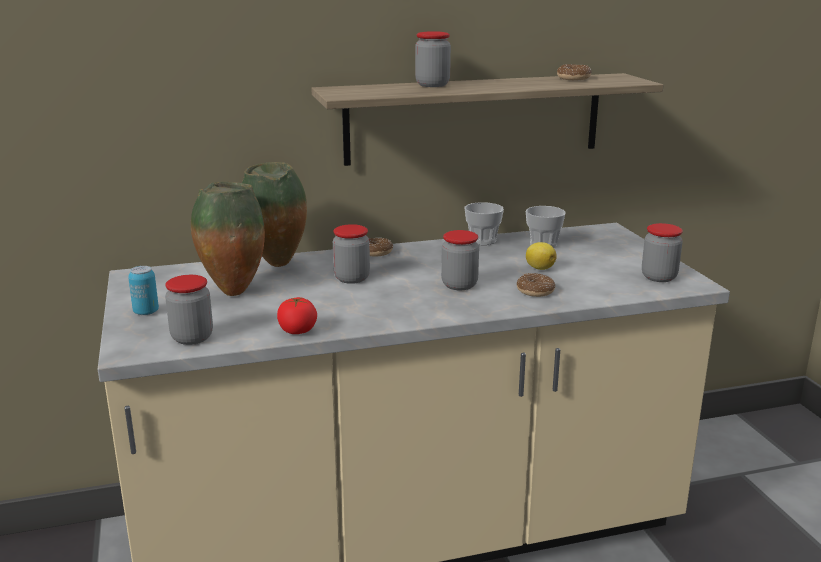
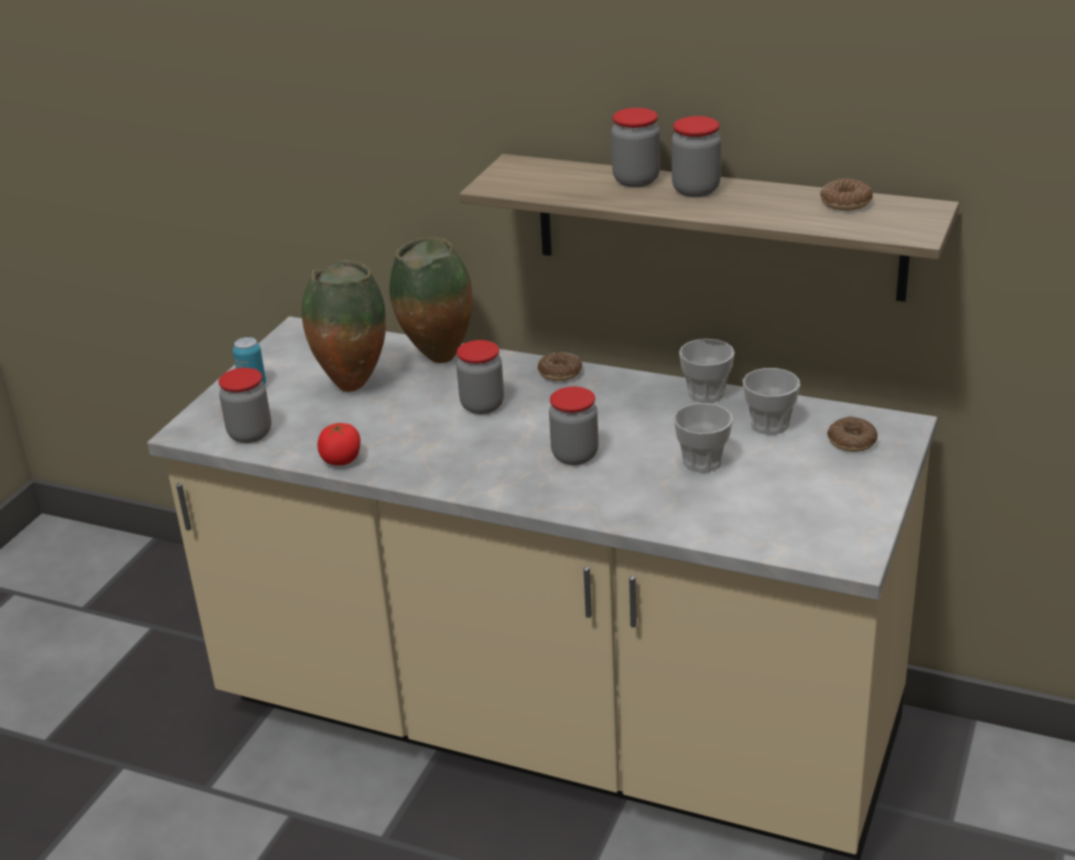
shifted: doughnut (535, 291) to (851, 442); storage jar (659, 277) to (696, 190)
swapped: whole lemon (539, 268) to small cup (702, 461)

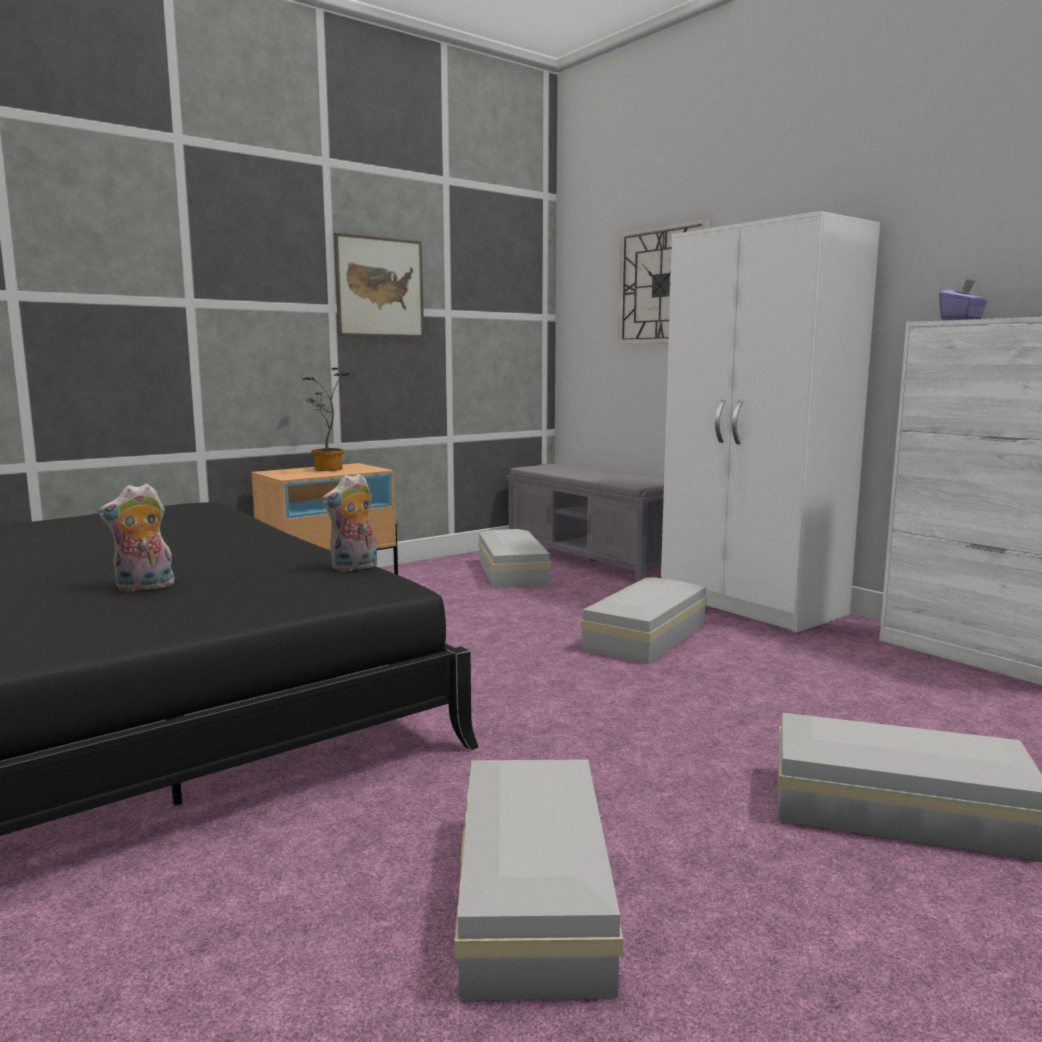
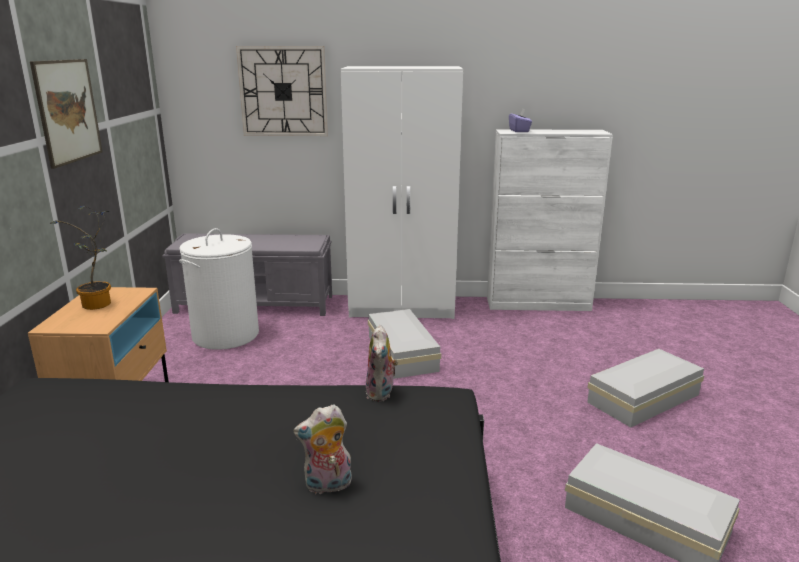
swapped: storage bin/white-coloured (513, 572) to washing basket/white-coloured (225, 335)
rotated: plush toy (143, 587) = (327, 486) 60 degrees clockwise

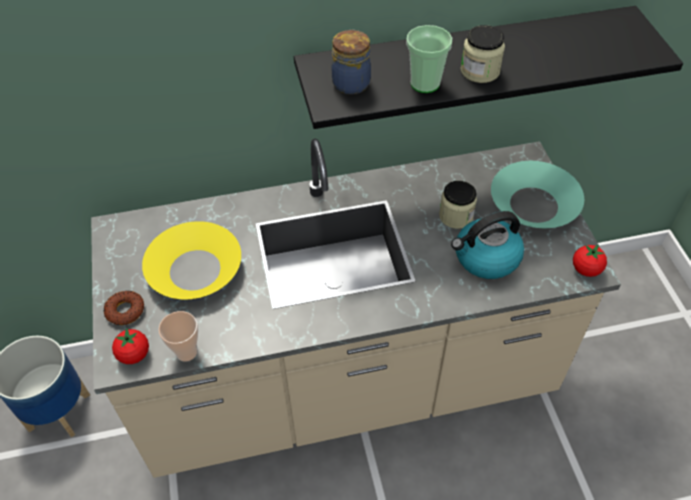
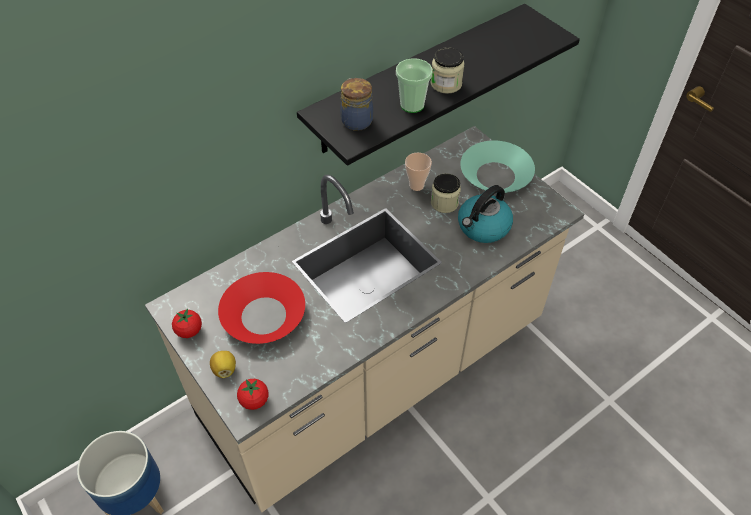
shifted: small cup (186, 352) to (416, 185); fresh tomato (586, 269) to (189, 331)
swapped: doughnut (125, 311) to whole lemon (224, 369)
repainted: serving bowl/yellow (194, 269) to serving bowl/reddish (263, 315)

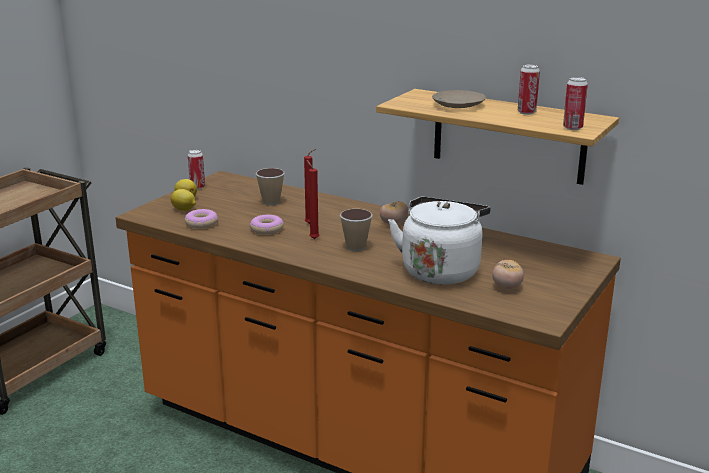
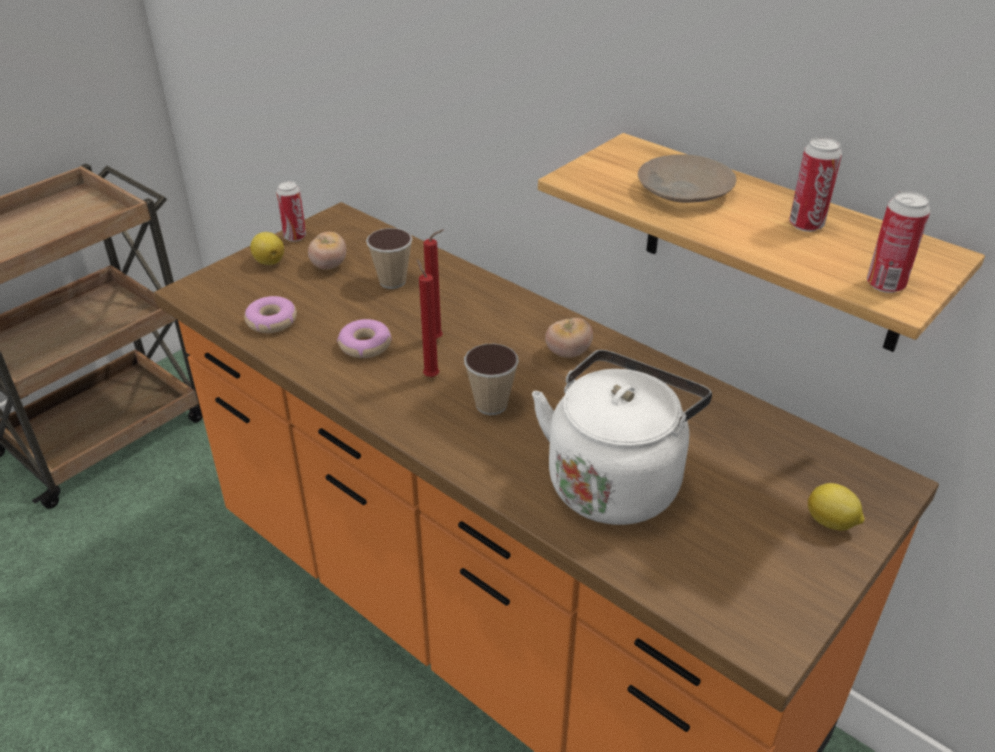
shifted: whole lemon (184, 210) to (831, 523); fresh tomato (507, 287) to (329, 265)

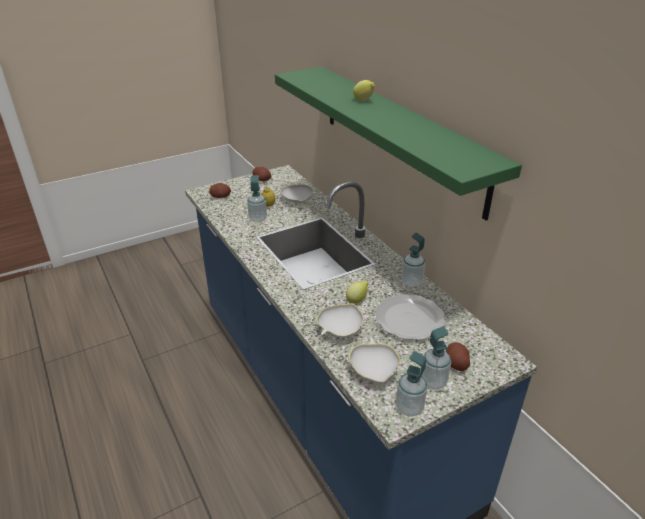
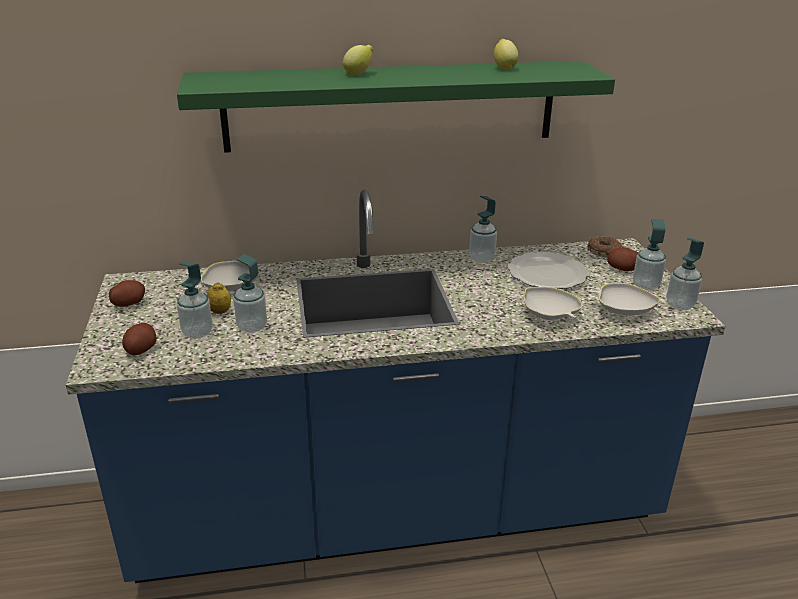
new: liquid soap bottle (197, 333); doughnut (604, 252)
shifted: whole lemon (357, 300) to (504, 68)

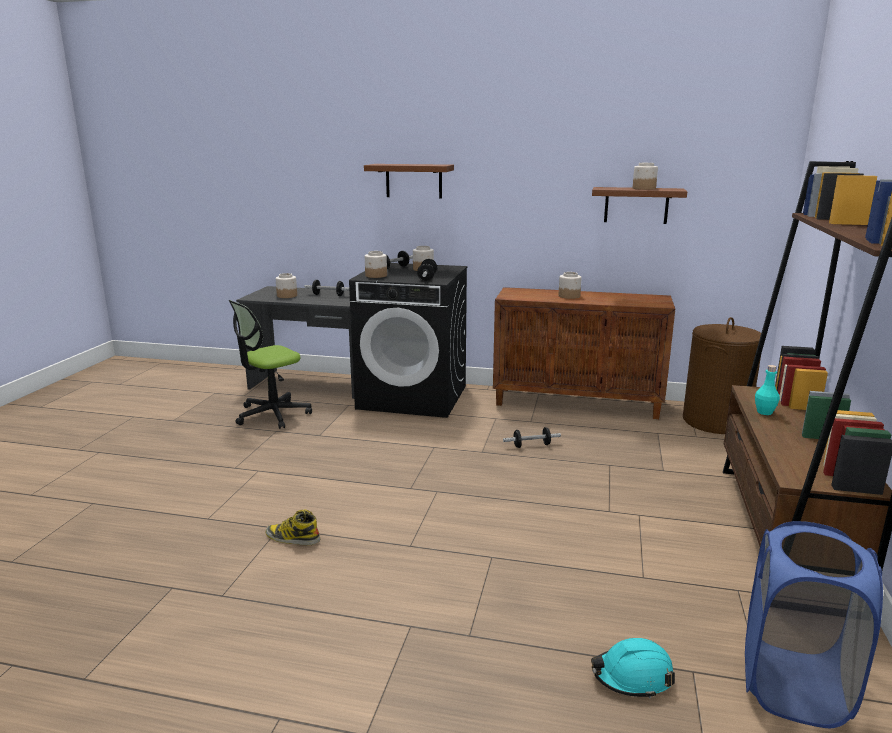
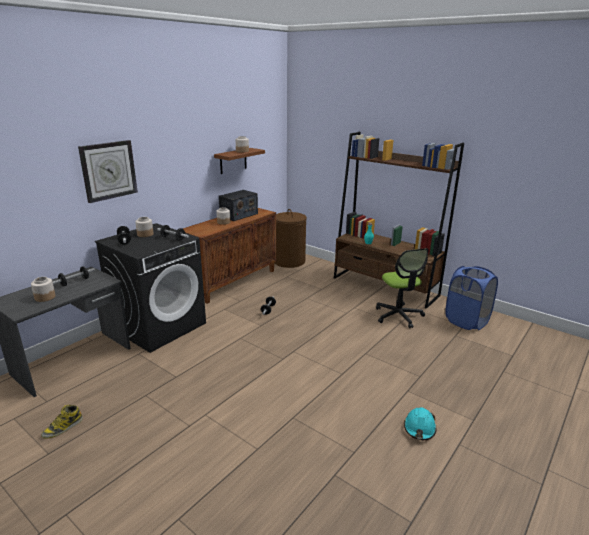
gone: storage jar (376, 275)
new: radio receiver (238, 215)
shifted: office chair (272, 414) to (398, 316); tall boot (292, 538) to (63, 428); safety helmet/blue-green (632, 677) to (419, 428)
swapped: wall shelf/brown-coloured (414, 181) to wall clock (108, 170)

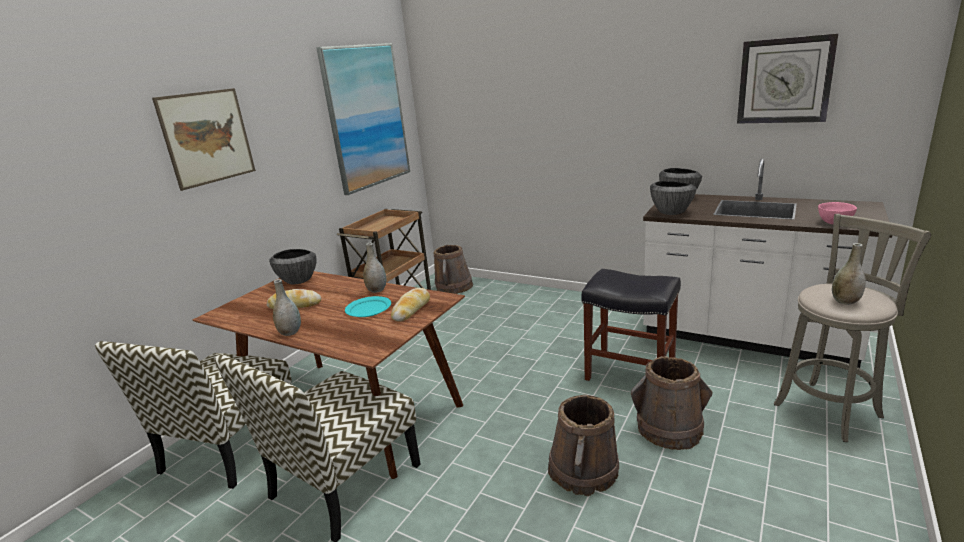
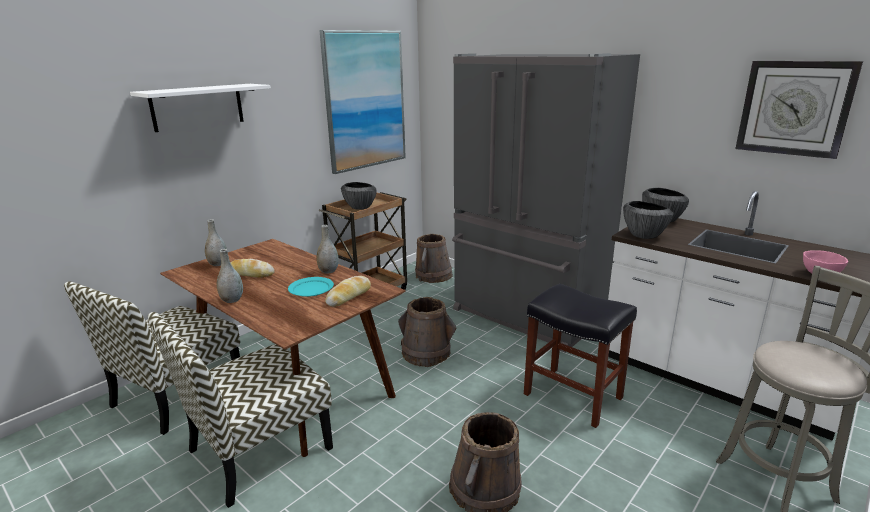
new: fridge/greyish (526, 315)
shifted: serving bowl (298, 281) to (360, 207); pail/brown-coloured (669, 429) to (426, 353); flower vase/greyish (845, 301) to (218, 264)
swapped: wall picture (207, 137) to wall shelf/white-coloured (198, 107)

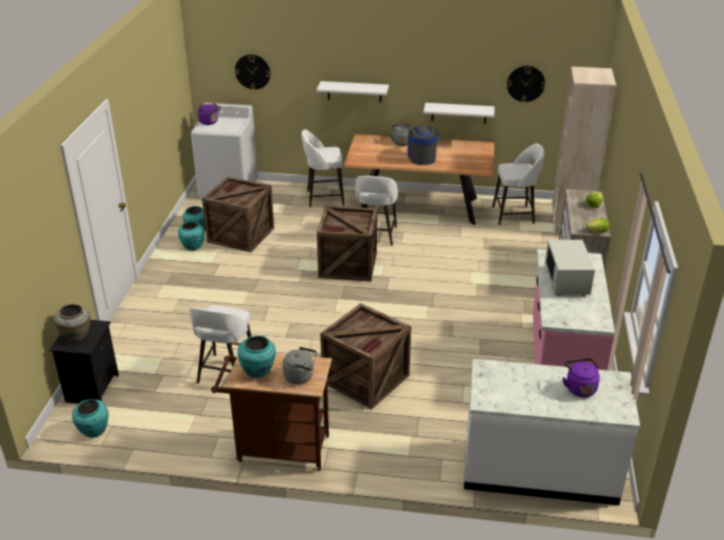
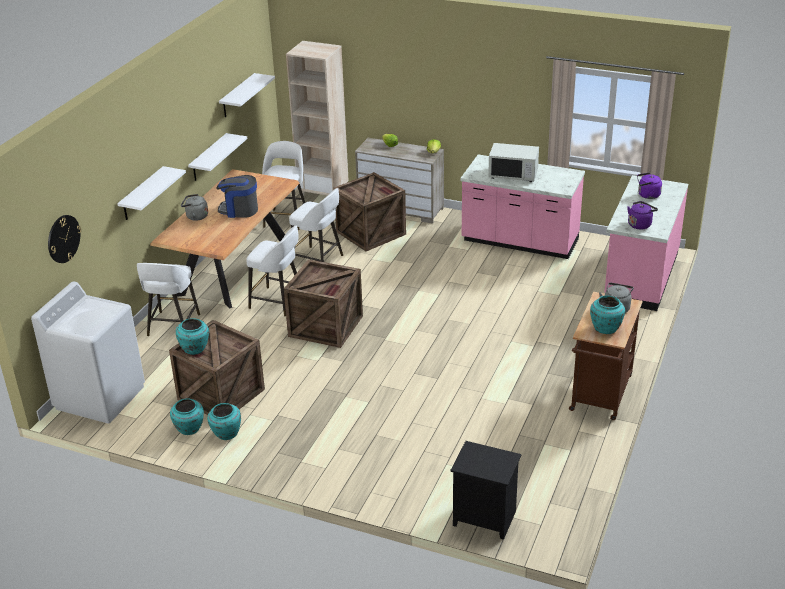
gone: flower vase/sand-coloured (76, 336)
shifted: flower vase/blue-green (93, 431) to (195, 349); stool seat/white-coloured (226, 373) to (318, 260); kettle/purple (210, 122) to (640, 224); shipping crate (366, 380) to (372, 233)
swapped: wall clock (525, 83) to wall shelf/white-coloured (237, 96)
repainted: counter/white-coloured (539, 469) to counter/pinkish (640, 275)

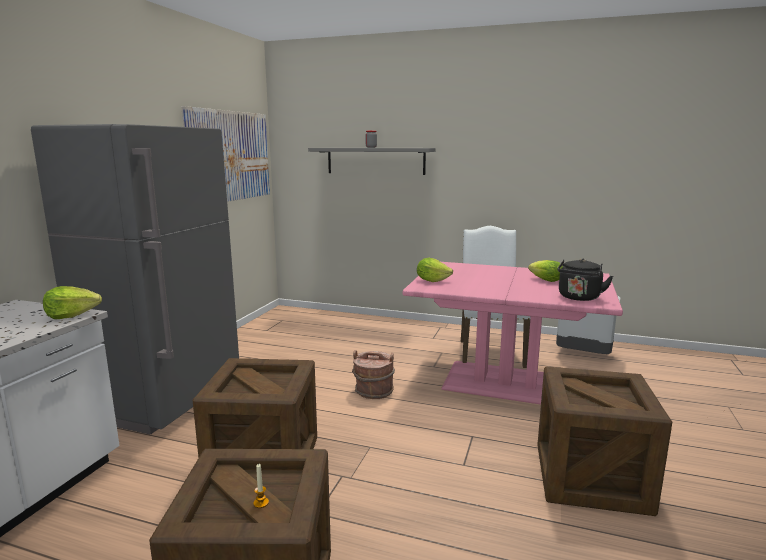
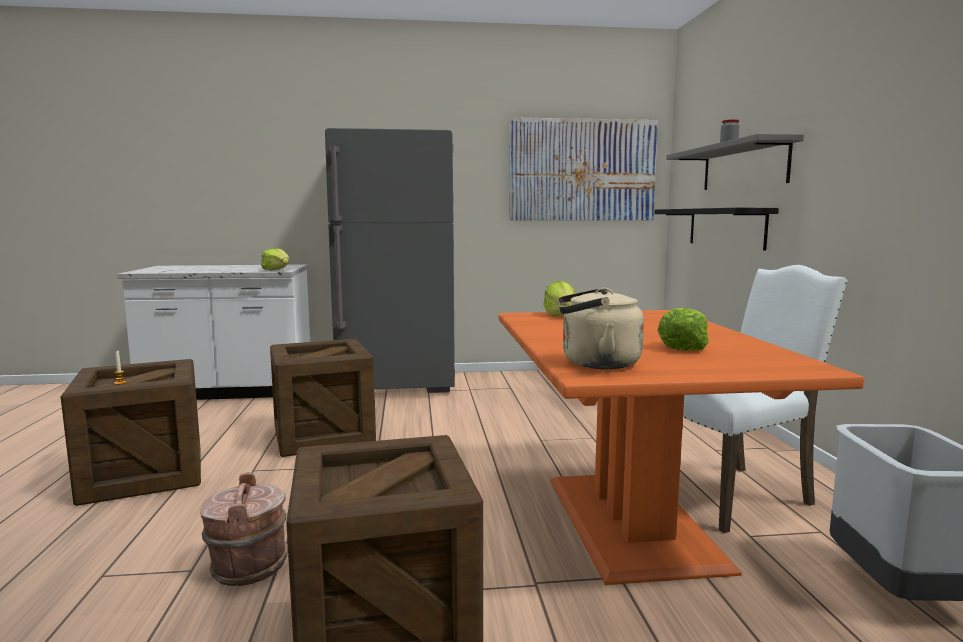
new: wall shelf/blackish (725, 227)
shifted: pail/brown-coloured (373, 391) to (247, 566)
repainted: kitchen table/pinkish (505, 384) to kitchen table/orangey (629, 521); kettle/blackish (579, 298) to kettle/sand-coloured (595, 363)

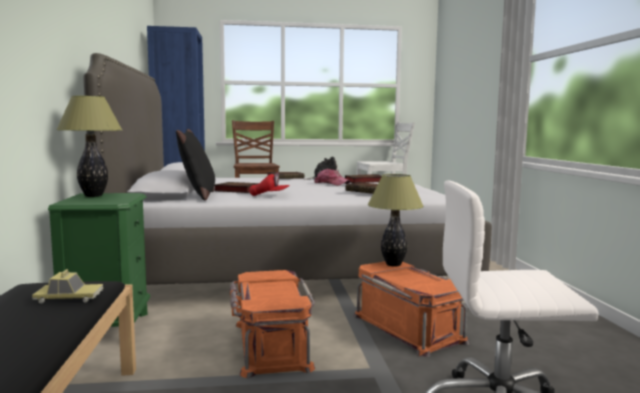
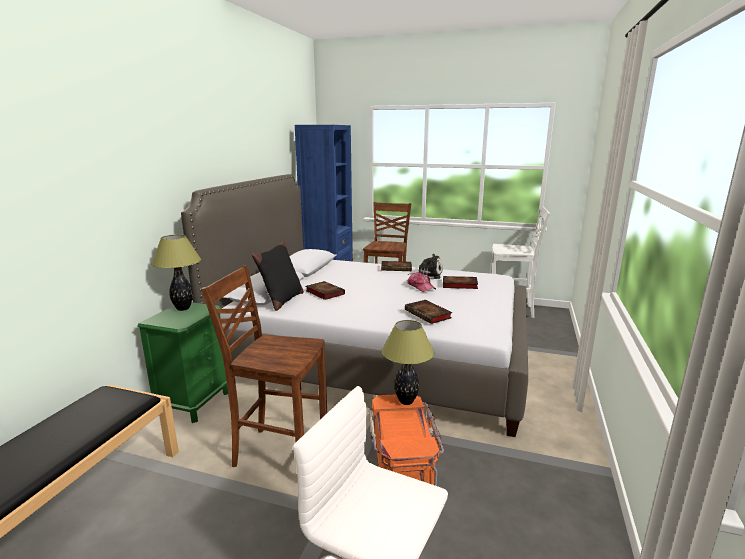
gone: miniature car (69, 298); baseball cap/reddish (269, 195)
swapped: storage bin/orangey (269, 345) to chair/brown-coloured (279, 452)

